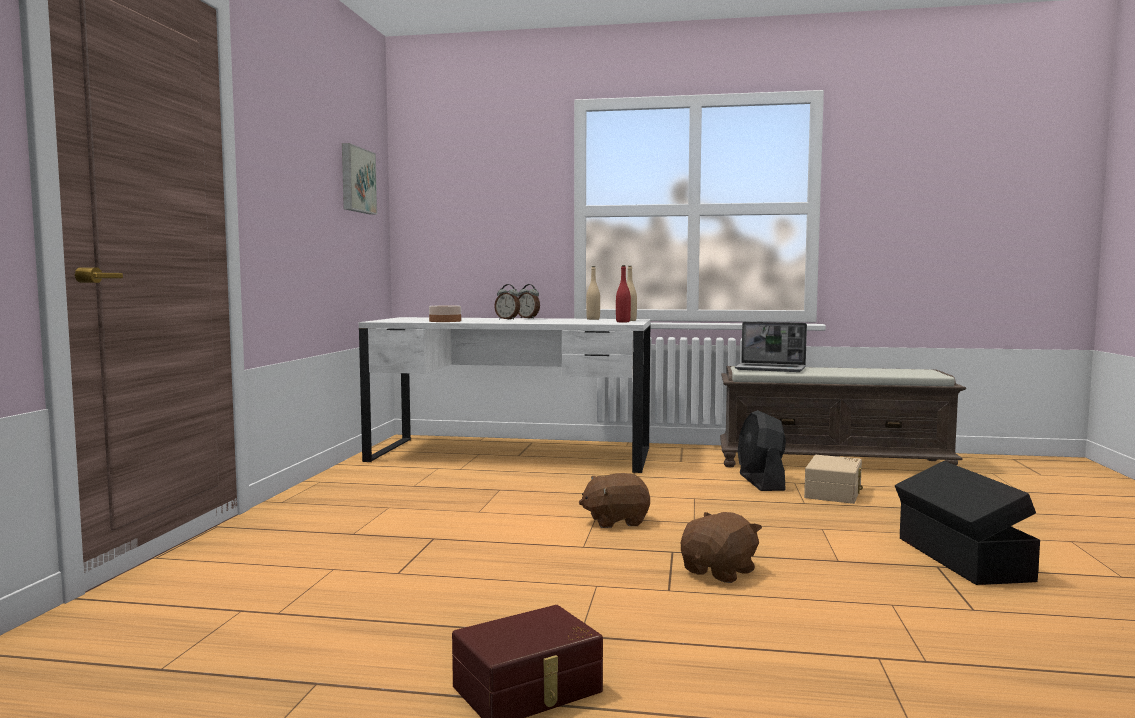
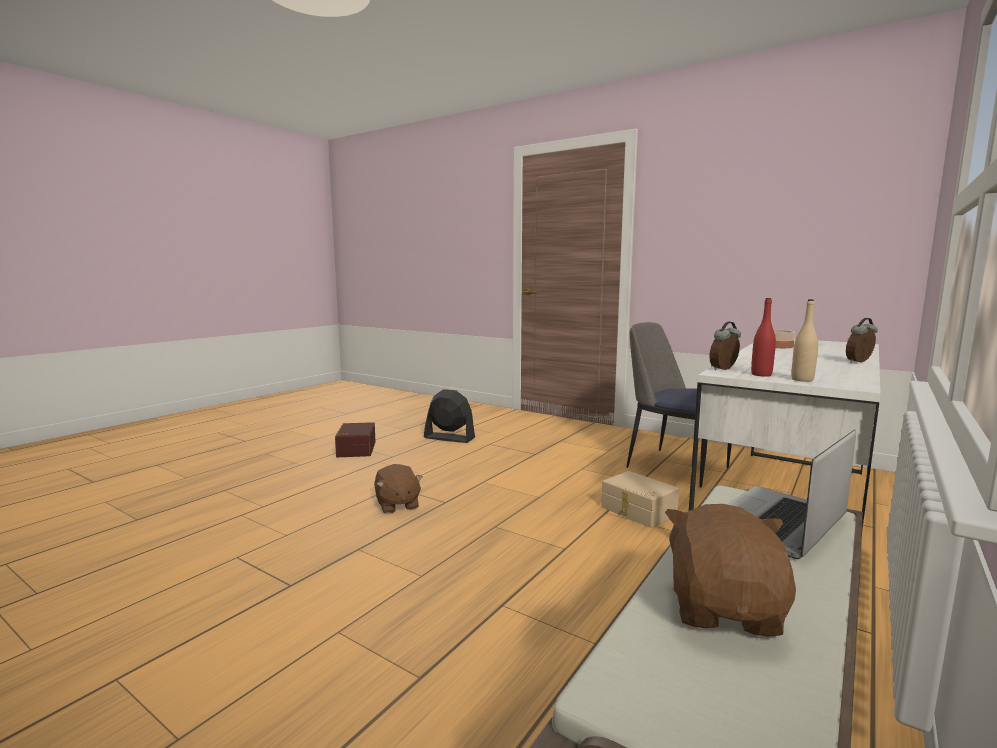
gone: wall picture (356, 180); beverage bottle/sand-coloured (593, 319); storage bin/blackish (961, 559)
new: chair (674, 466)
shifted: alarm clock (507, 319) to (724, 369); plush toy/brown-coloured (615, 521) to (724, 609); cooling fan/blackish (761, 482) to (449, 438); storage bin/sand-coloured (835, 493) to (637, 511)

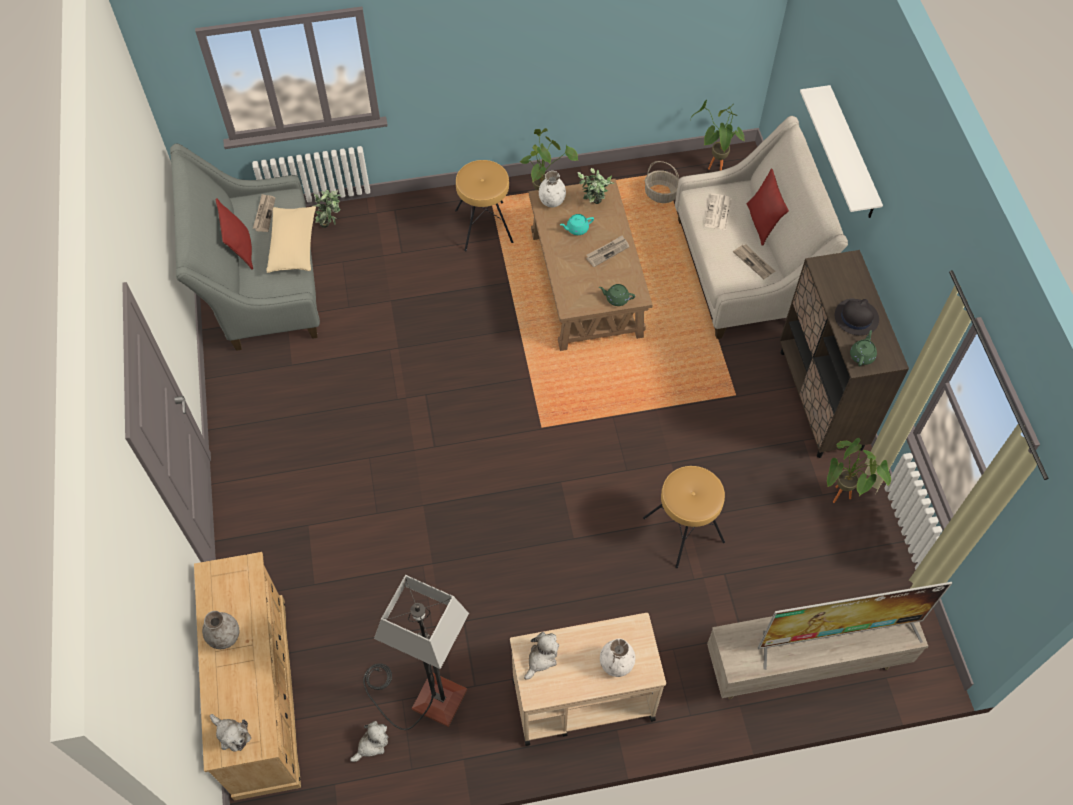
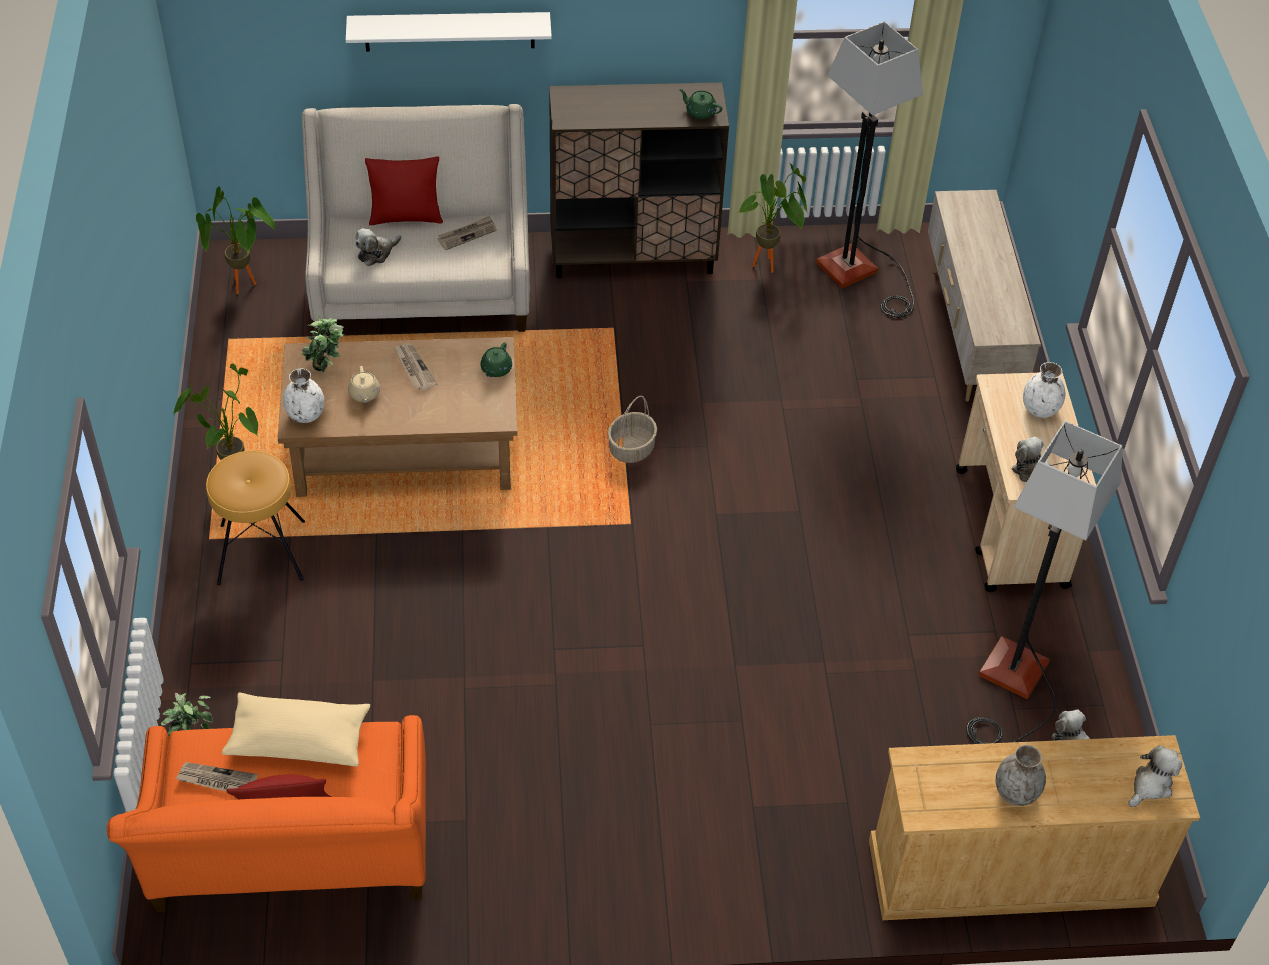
gone: stool seat/brown-coloured (684, 529); TV set (837, 635); clothing hat/blackish (856, 317)
new: floor lamp (860, 275)
shifted: basket (660, 194) to (631, 449)
swapped: daily paper (718, 213) to plush toy (376, 253)
repainted: couch/greyish (261, 284) to couch/orangey (292, 859); tea pot/blue-green (576, 229) to tea pot/sand-coloured (364, 394)

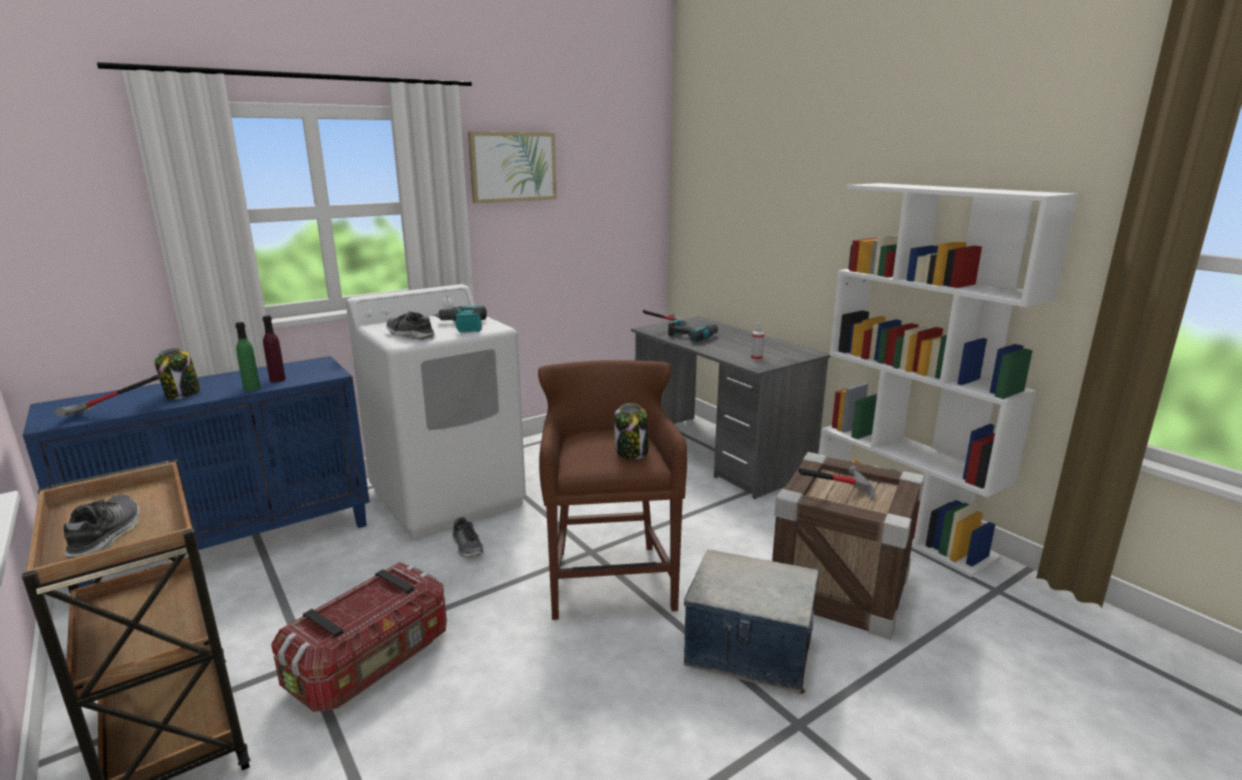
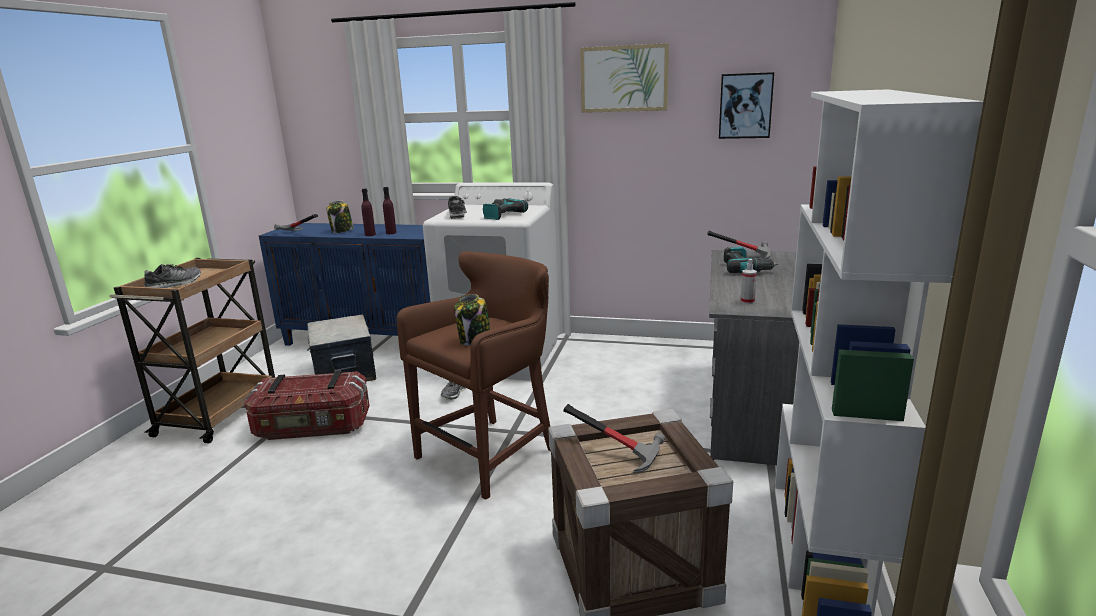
new: wall picture (745, 106)
shifted: storage bin (749, 650) to (344, 372)
repainted: beverage bottle/greenish (252, 388) to beverage bottle/purple (370, 235)

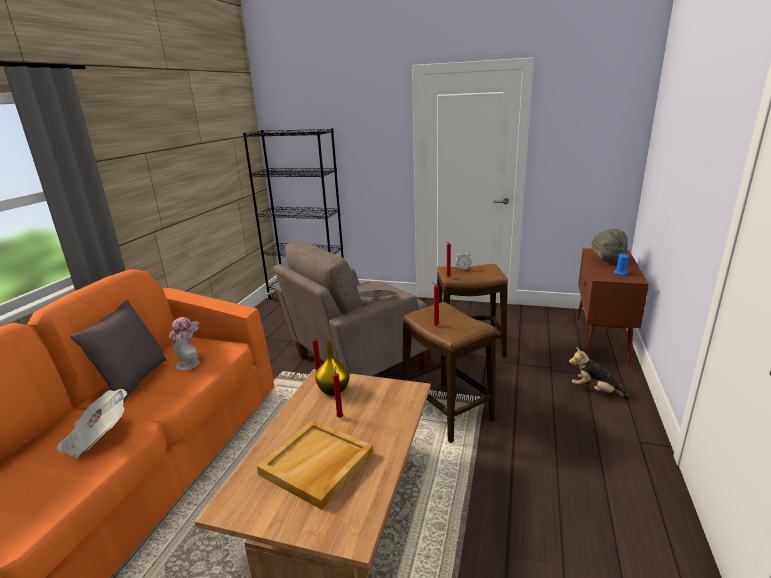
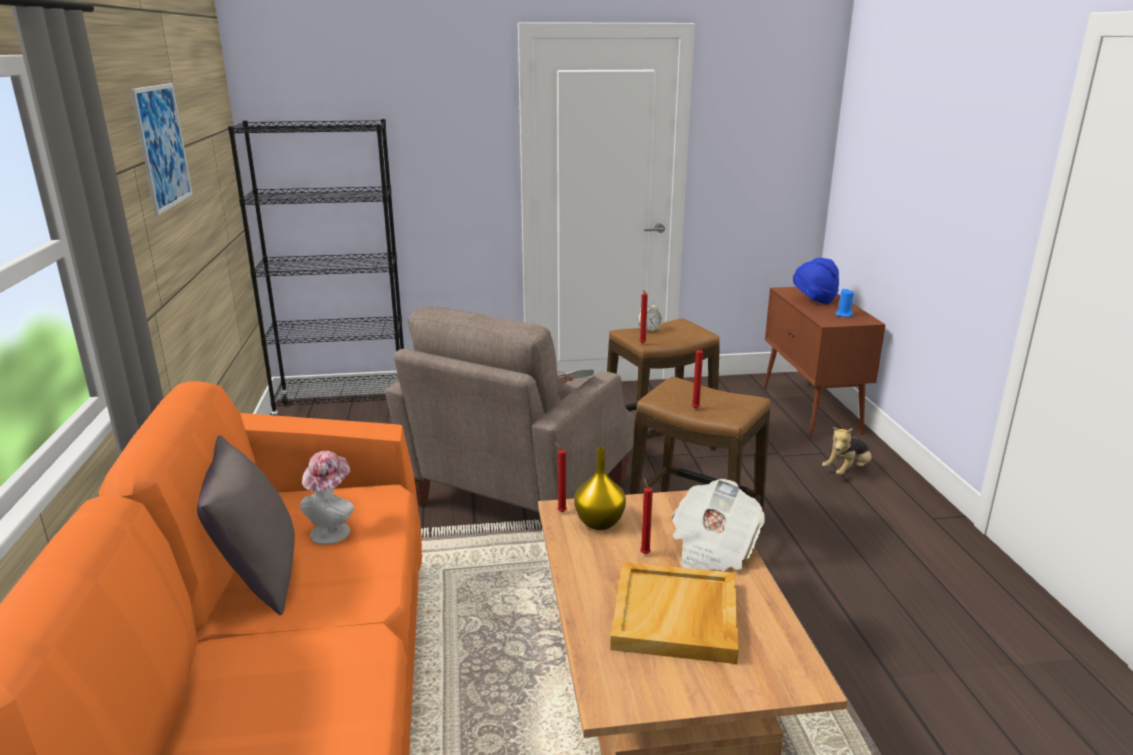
new: wall picture (162, 146)
shifted: daily paper (97, 437) to (712, 548)
repainted: clothing hat/greyish (607, 260) to clothing hat/blue (814, 300)
rotated: plush toy (595, 390) = (847, 471) 45 degrees counterclockwise

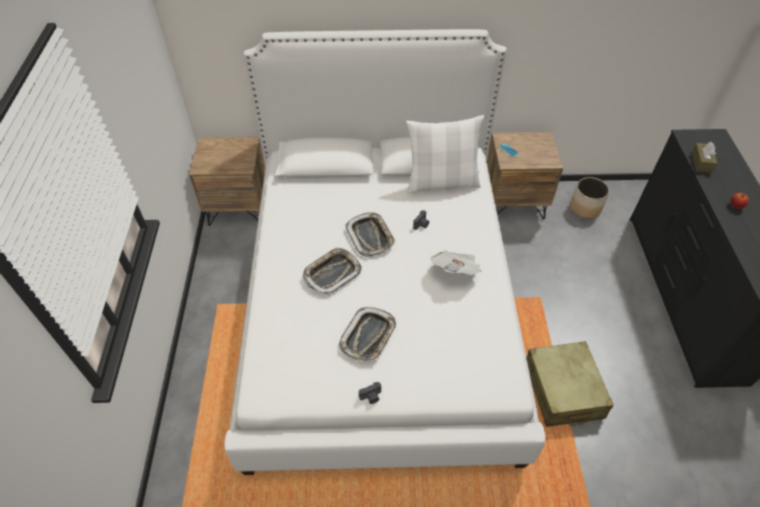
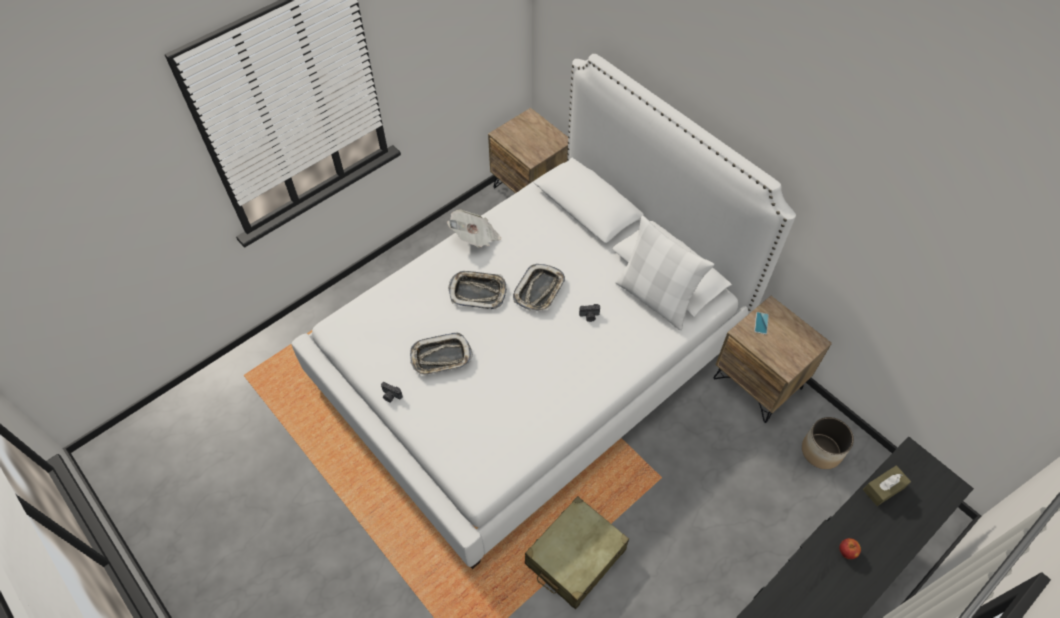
shifted: daily paper (456, 270) to (475, 237)

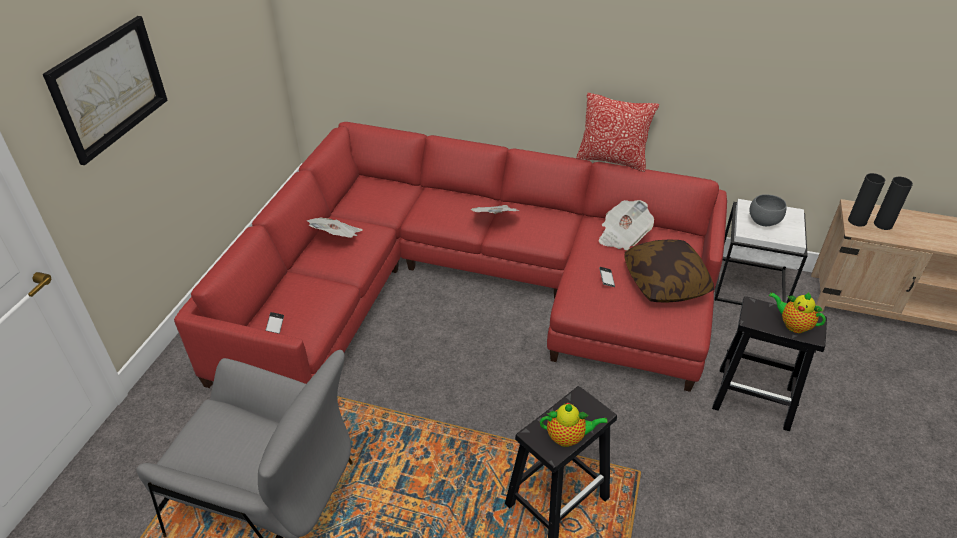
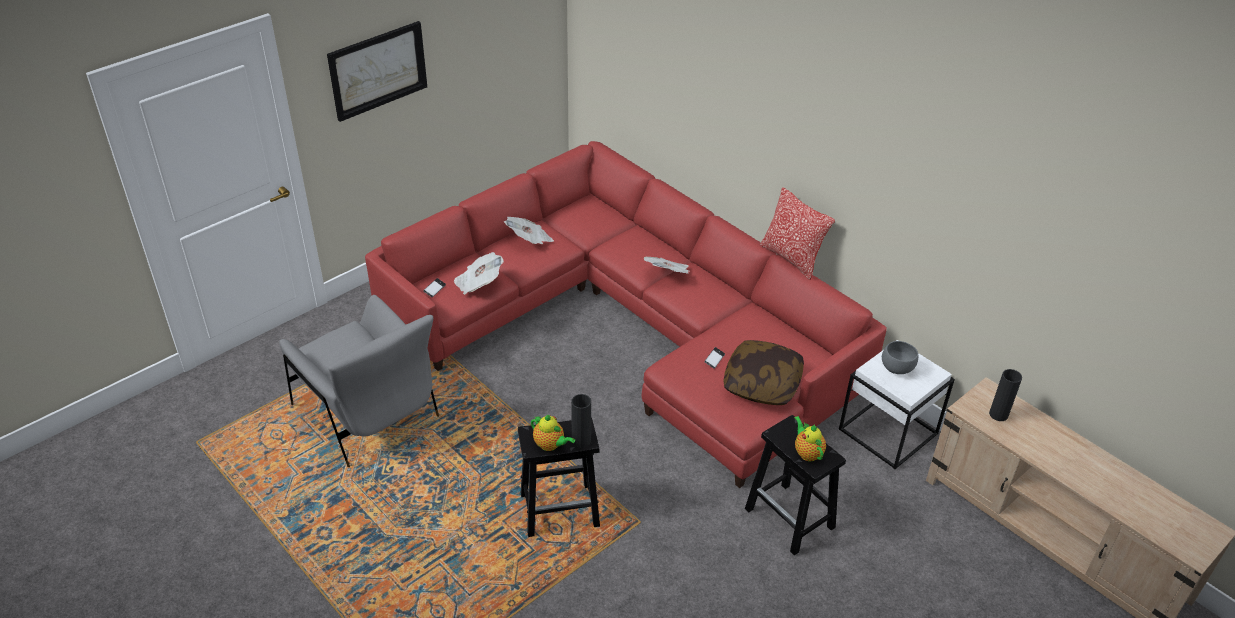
shifted: daily paper (622, 236) to (478, 283); flower vase/blackish (857, 221) to (581, 440)

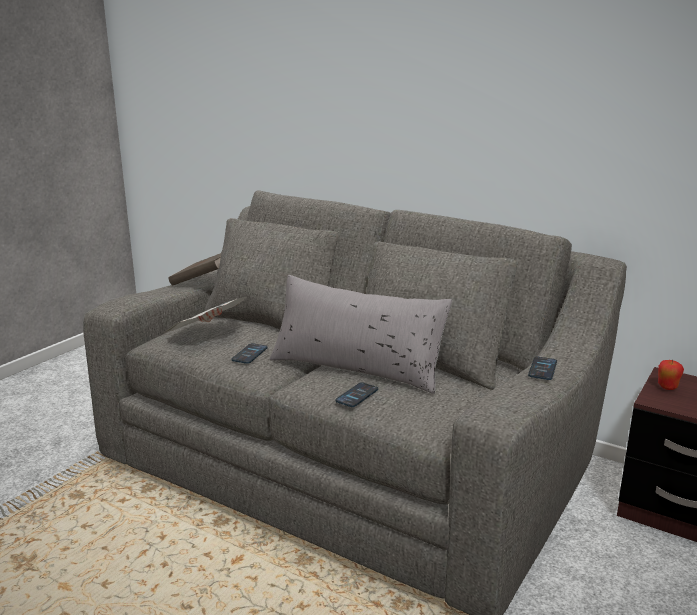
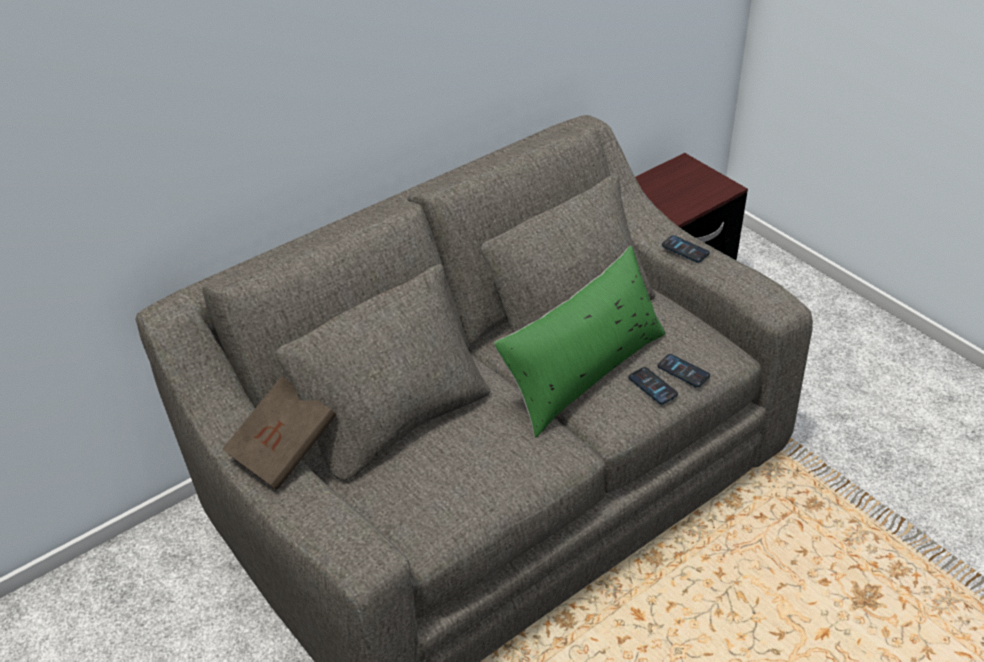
gone: daily paper (206, 336); whole apple (667, 387)
shifted: phone (249, 354) to (683, 371)
repainted: throw pillow/greyish (357, 367) to throw pillow/greenish (583, 371)

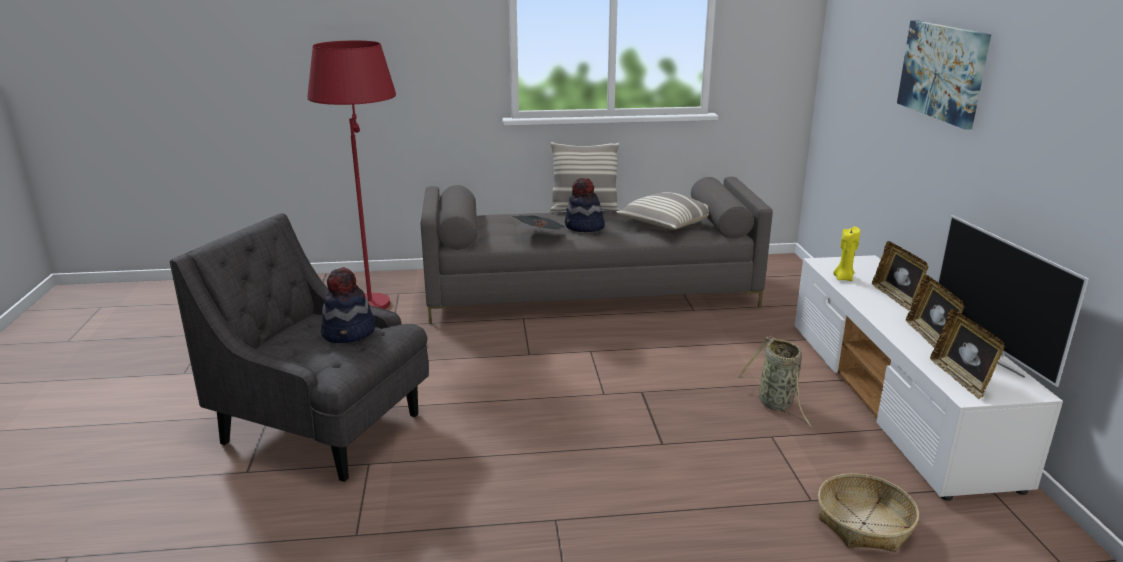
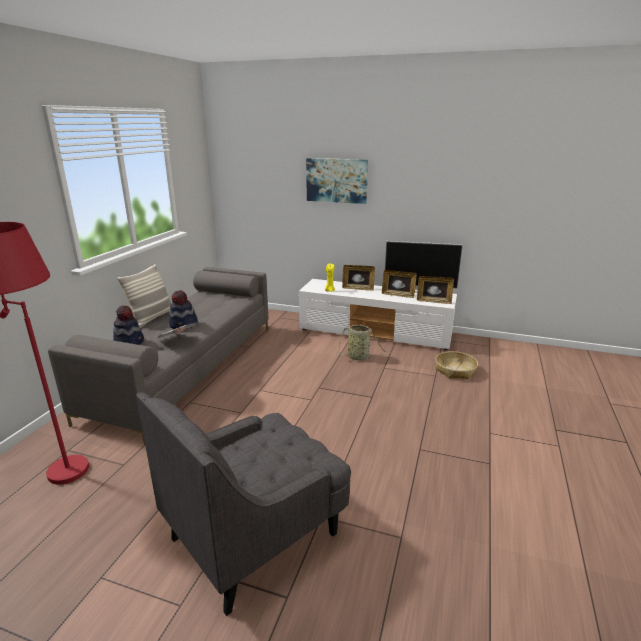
gone: throw pillow (665, 225)
shifted: clothing hat (349, 333) to (129, 342)

